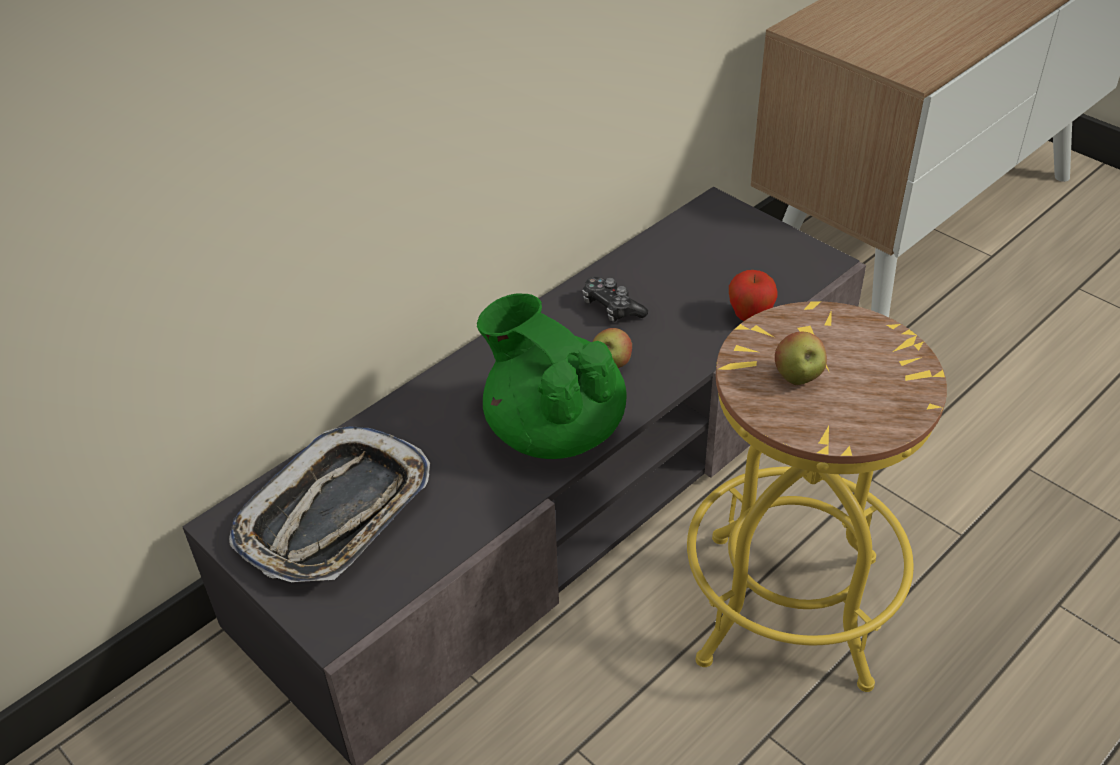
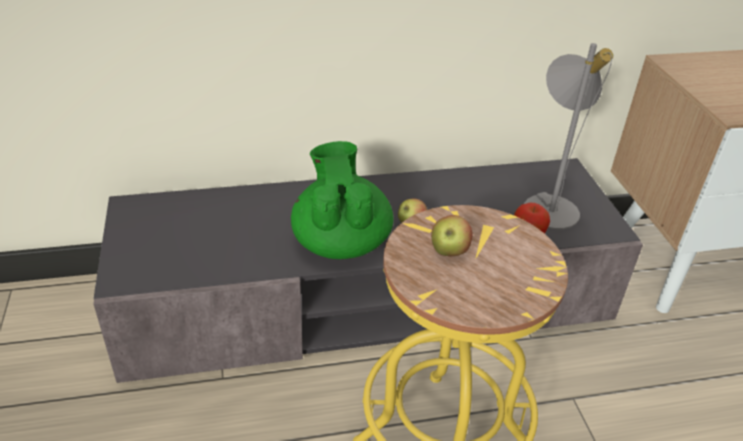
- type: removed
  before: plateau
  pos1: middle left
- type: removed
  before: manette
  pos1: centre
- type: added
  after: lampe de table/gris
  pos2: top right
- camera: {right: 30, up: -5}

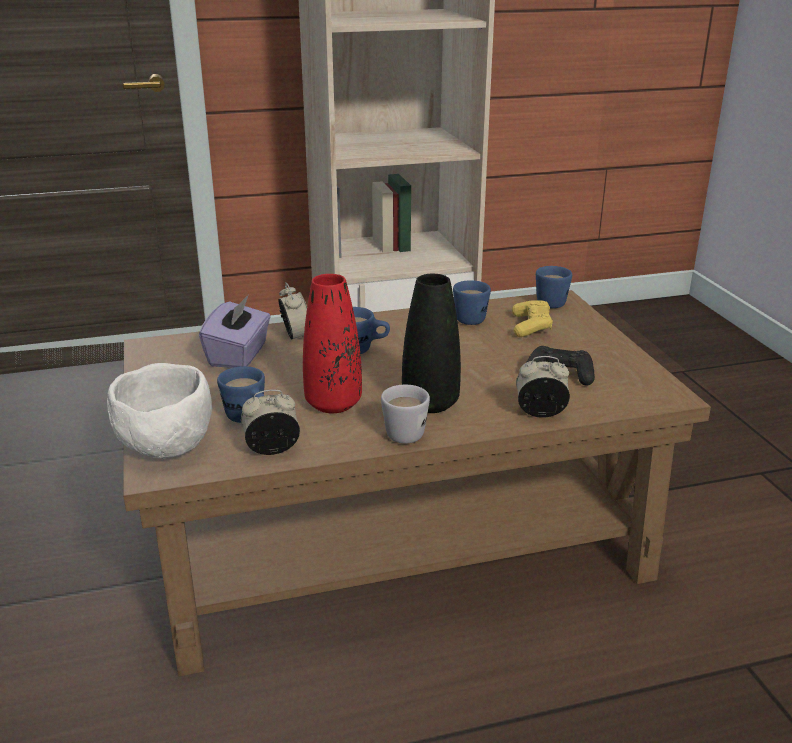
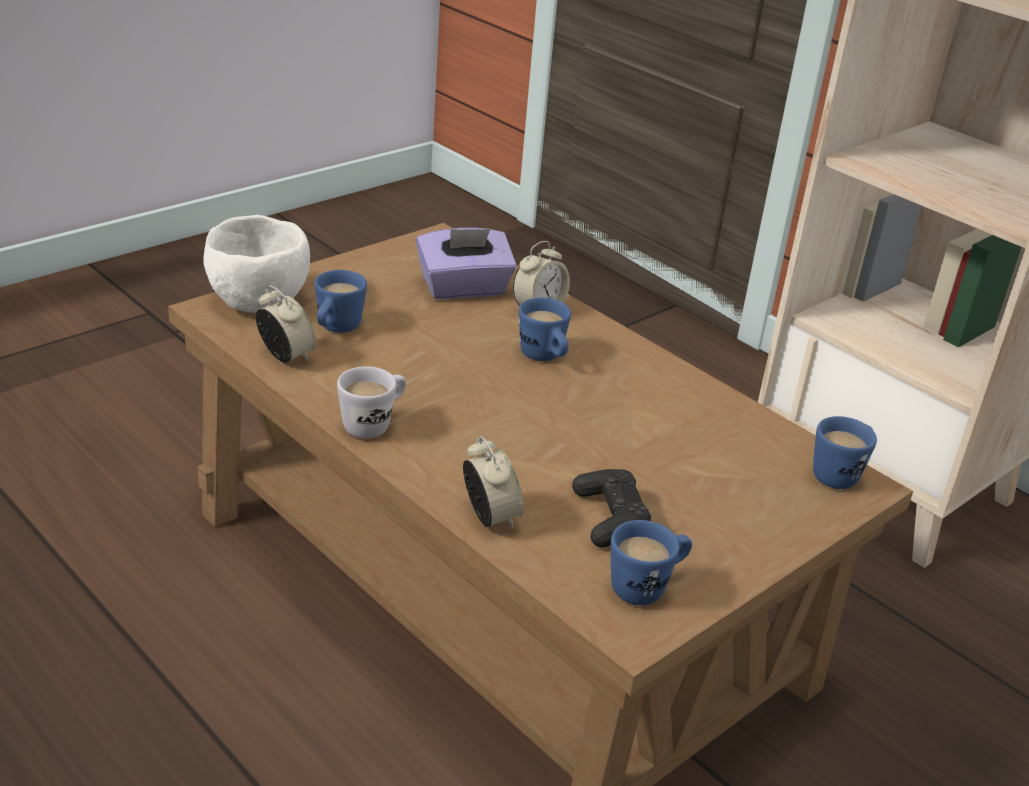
- type: removed
  before: vase/rouge
  pos1: centre
- type: removed
  before: vase/noir
  pos1: centre
- type: moved
  before: mug/bleu (3rd from left)
  pos1: centre
  pos2: bottom centre
- type: removed
  before: manette/jaune
  pos1: middle right
- camera: {right: 60, up: 5}

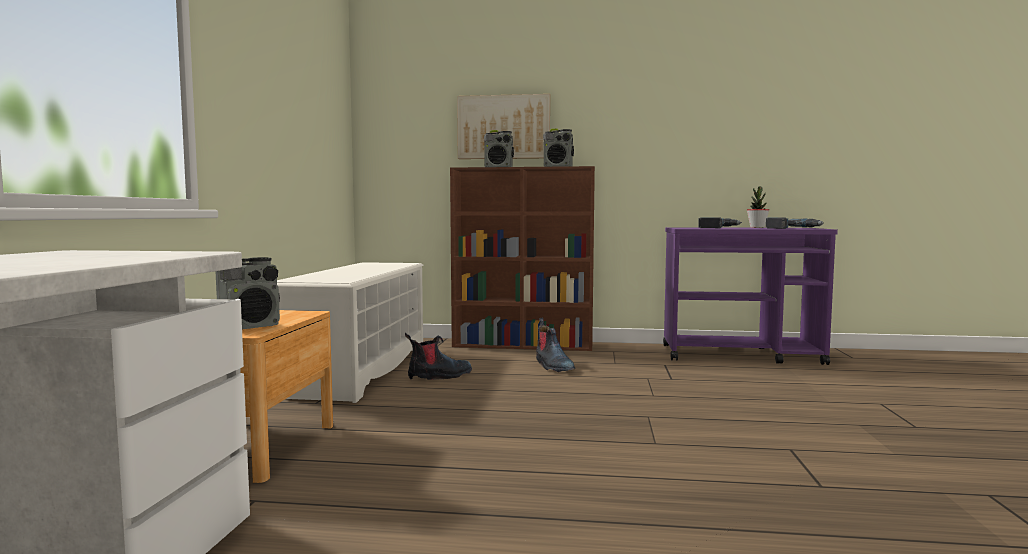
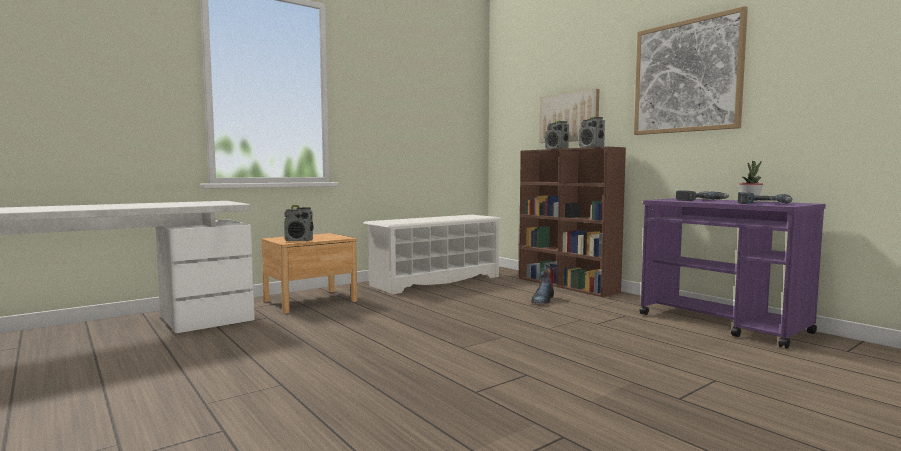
- type: removed
  before: botte (1st from left)
  pos1: centre
- type: added
  after: tableau (2nd from left)
  pos2: top right
- camera: {right: 45, up: 0}

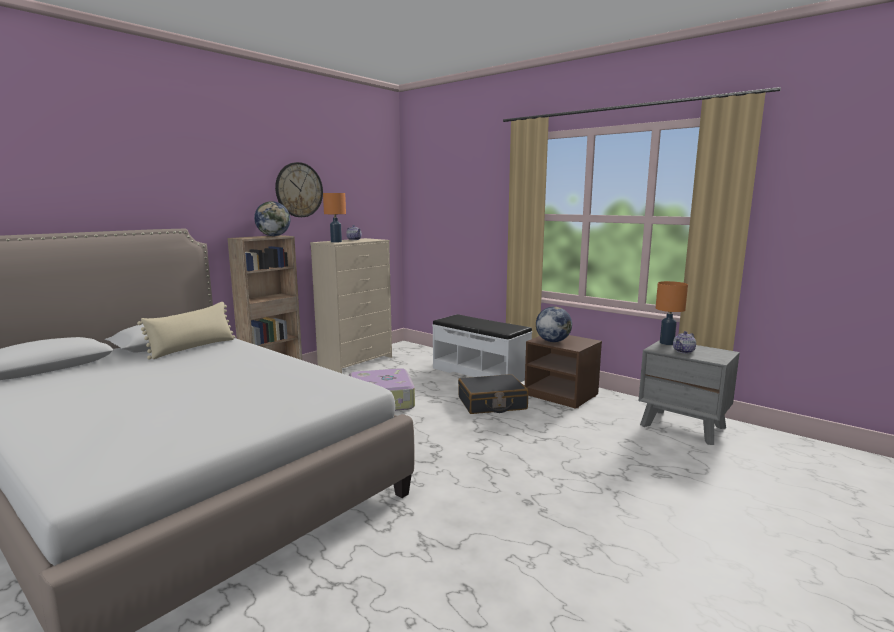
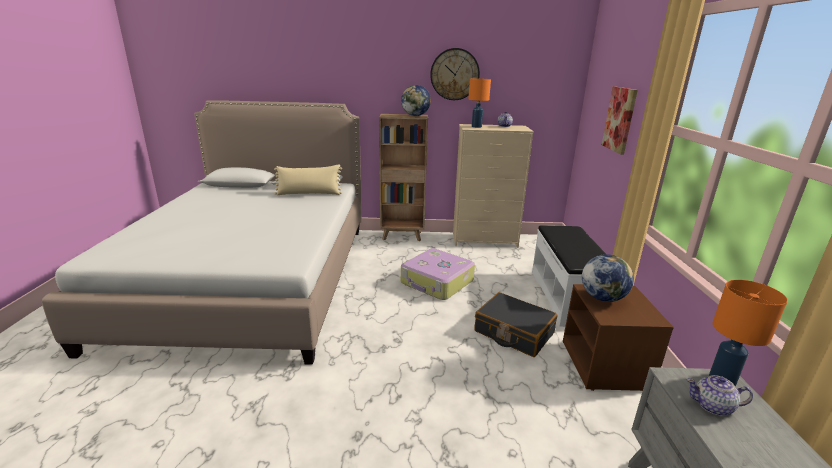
- type: added
  after: tableau
  pos2: top right
- camera: {right: 50, up: 10}

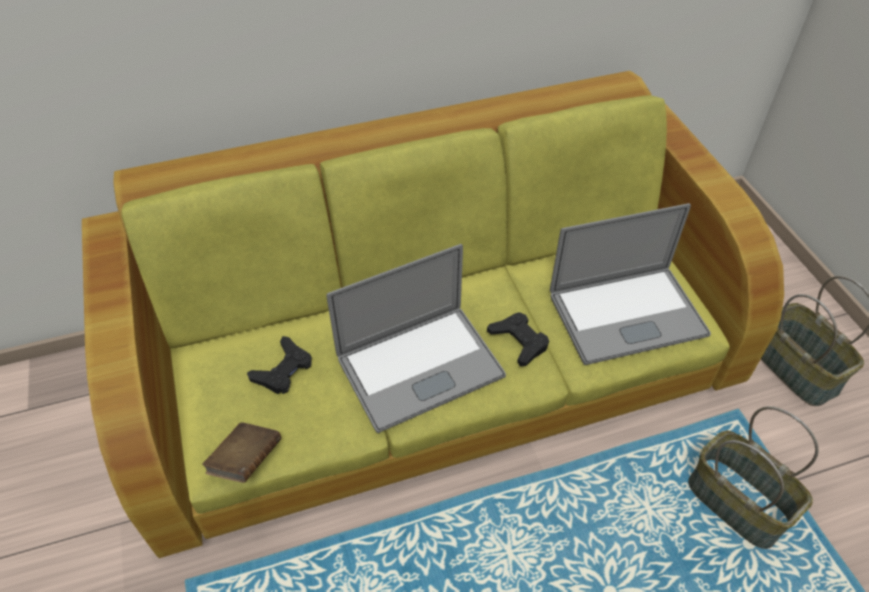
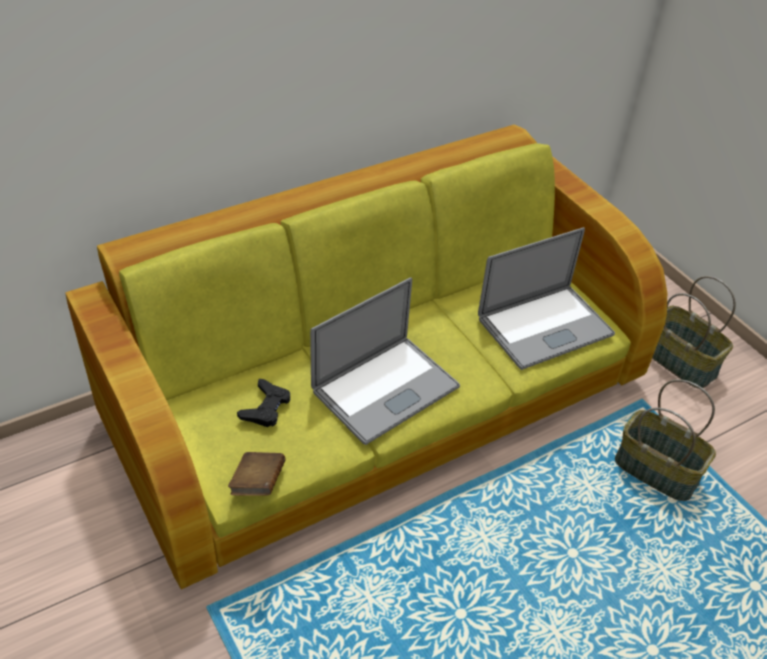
- type: removed
  before: manette/noir (2nd from left)
  pos1: centre
- camera: {right: -15, up: -5}

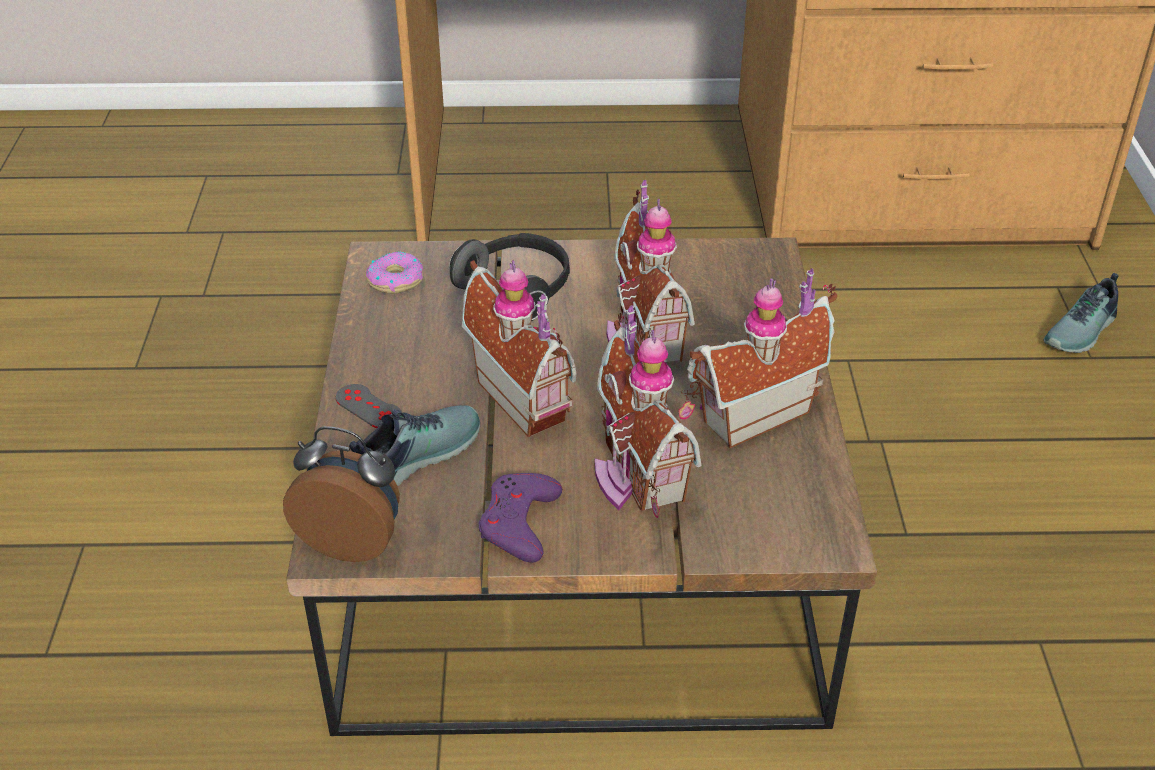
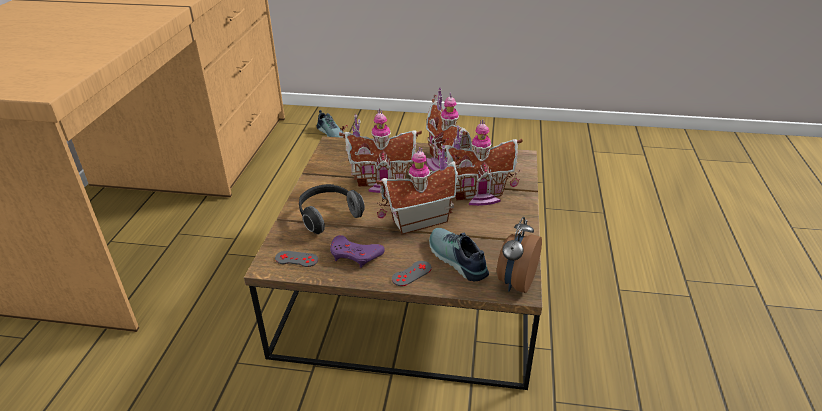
- type: replaced
  before: beignet
  after: manette/gris (1st from left)
  pos1: centre
  pos2: centre
- type: moved
  before: manette/violet
  pos1: bottom centre
  pos2: centre
- camera: {right: -80, up: -5}

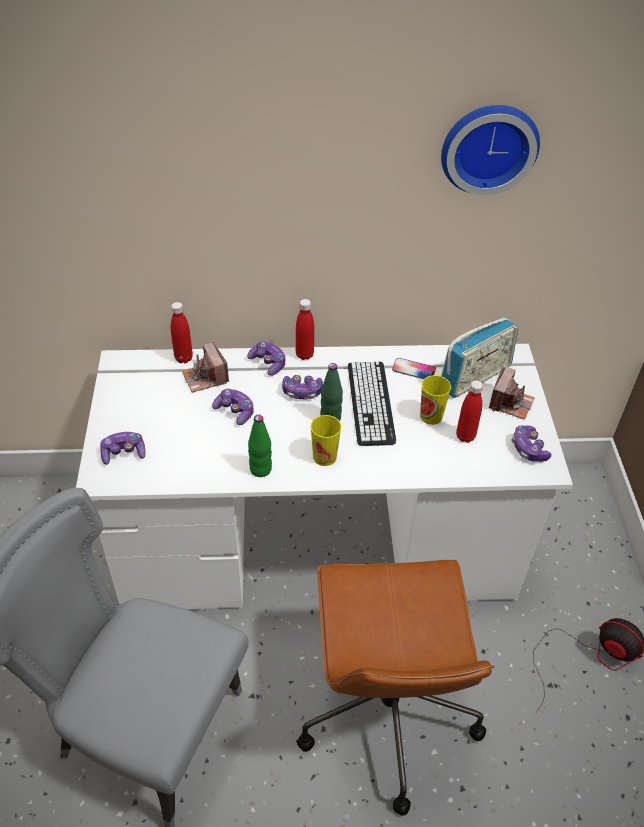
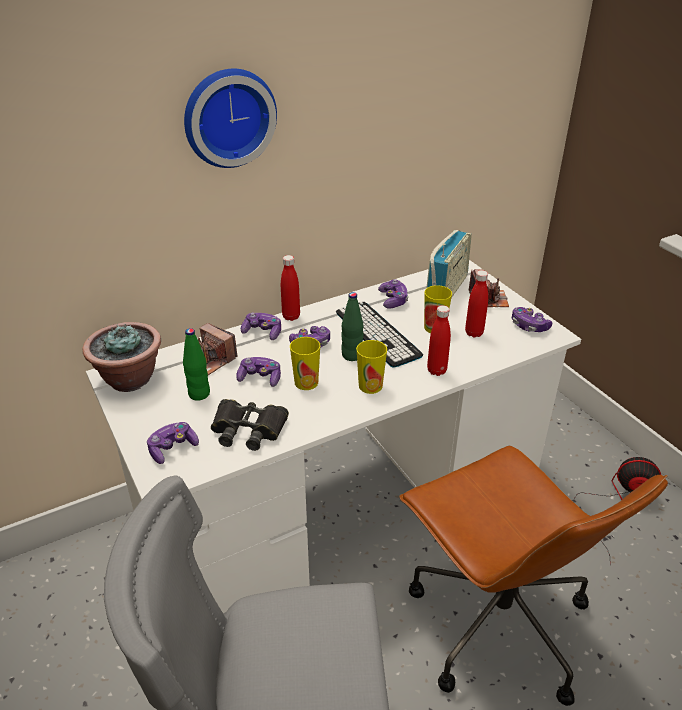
- type: moved
  before: bouteille/rouge (1st from left in the first image)
  after: bouteille/rouge (2nd from left)
  pos1: middle left
  pos2: centre
- type: moved
  before: bouteille/vert (1st from left)
  pos1: centre
  pos2: middle left
- type: replaced
  before: téléphone
  after: manette (5th from left)
  pos1: centre
  pos2: centre
- type: moved
  before: horloge murale
  pos1: top right
  pos2: top centre
- type: added
  after: plante en pot
  pos2: middle left
- type: added
  after: jumelles/noir
  pos2: centre
- type: added
  after: tasse (1st from left)
  pos2: centre
- camera: {right: -25, up: -10}

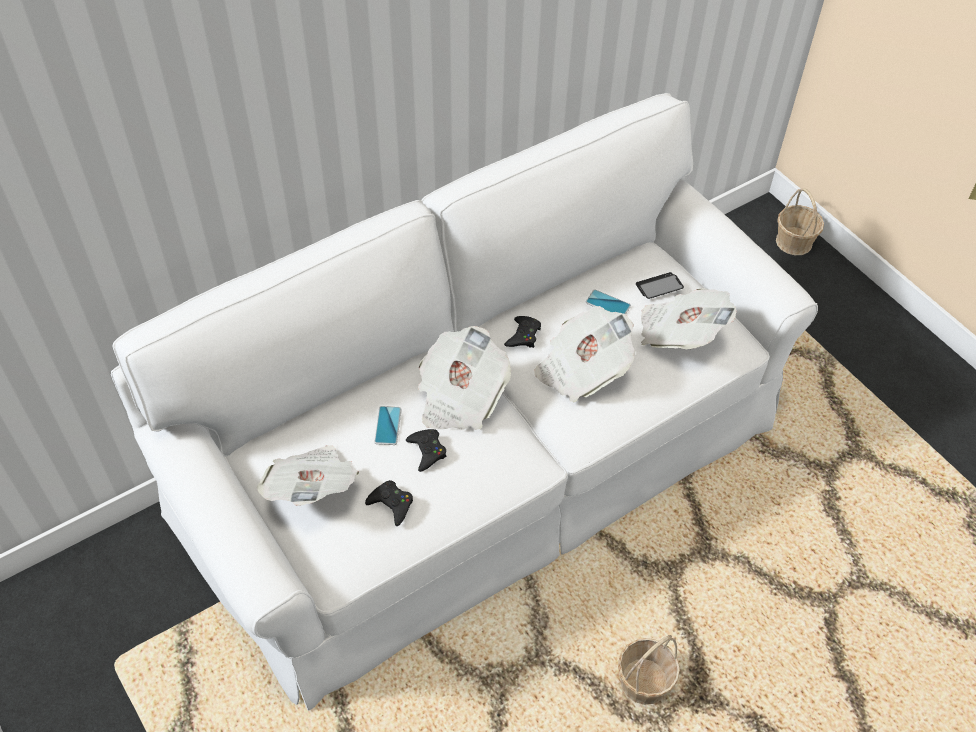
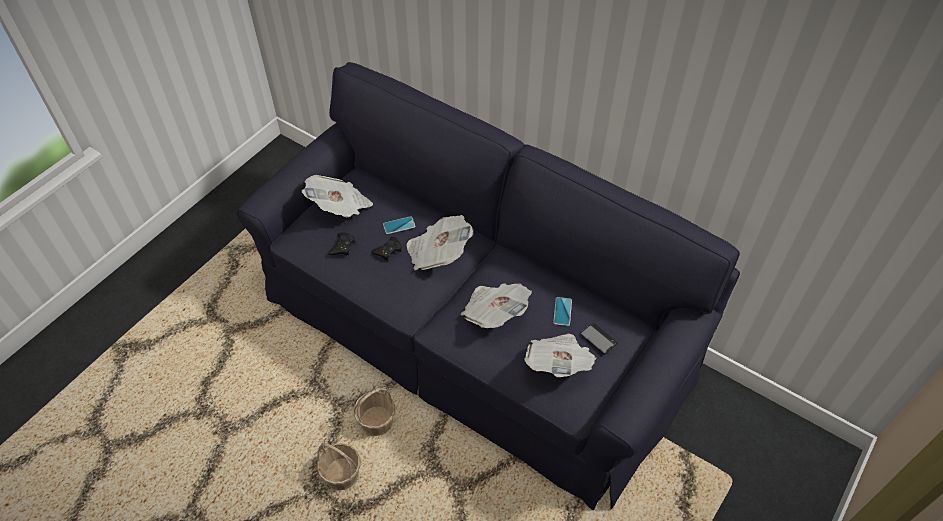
- type: recoloured
  before: canapé/blanc
  after: canapé/noir
  pos1: centre
  pos2: centre
- type: removed
  before: manette/noir (3rd from left)
  pos1: centre
- type: moved
  before: panier (2nd from left)
  pos1: top right
  pos2: bottom centre
- camera: {right: 70, up: 0}

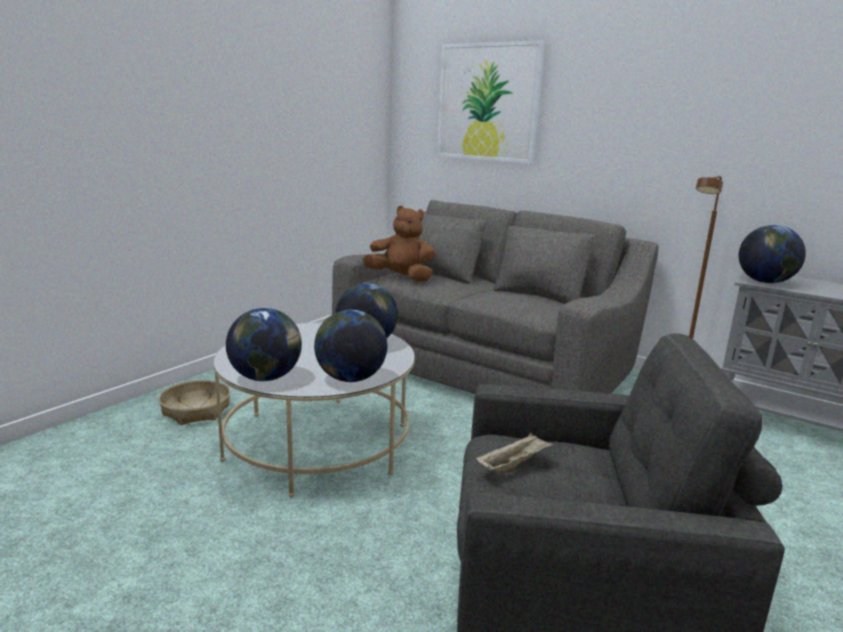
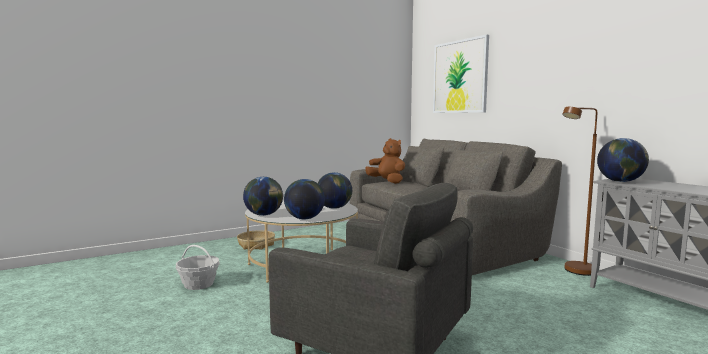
- type: removed
  before: plateau/beige
  pos1: bottom centre
- type: added
  after: panier (1st from left)
  pos2: bottom left
- camera: {right: 25, up: -10}

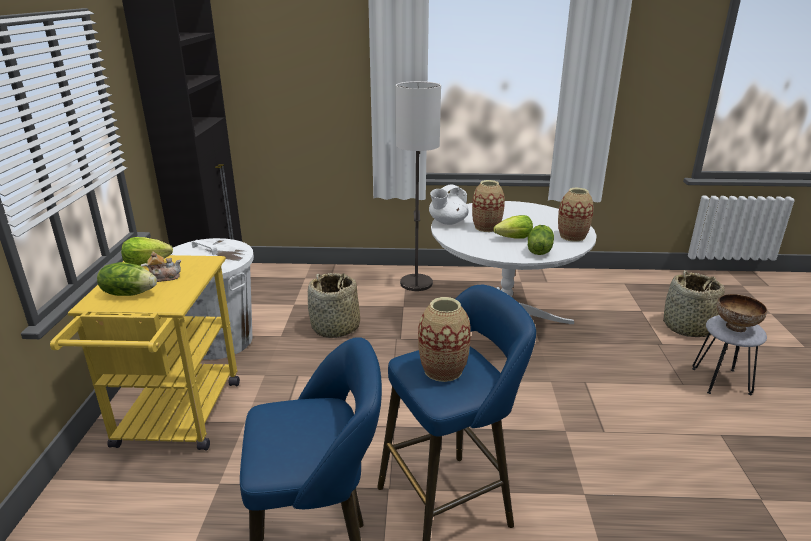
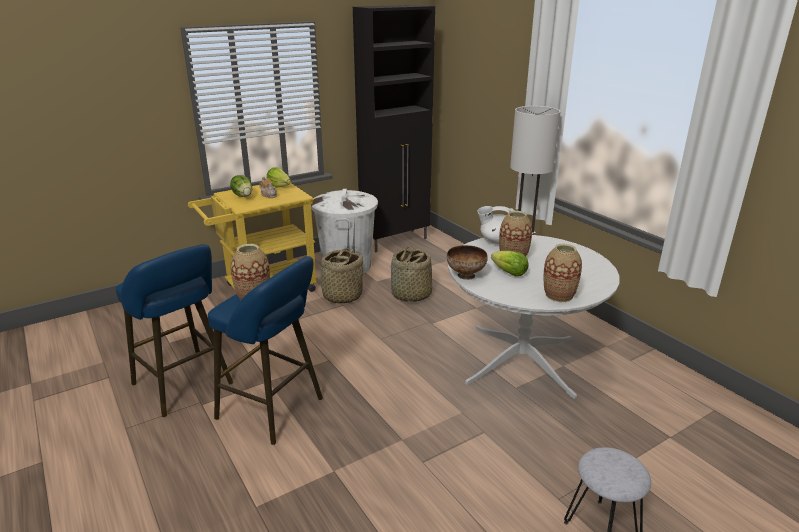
- type: removed
  before: laitue (4th from left)
  pos1: middle right
- type: moved
  before: panier (2nd from left in the first image)
  after: panier (1st from left)
  pos1: middle right
  pos2: centre
- type: moved
  before: bol
  pos1: middle right
  pos2: centre
- camera: {right: 55, up: 0}

